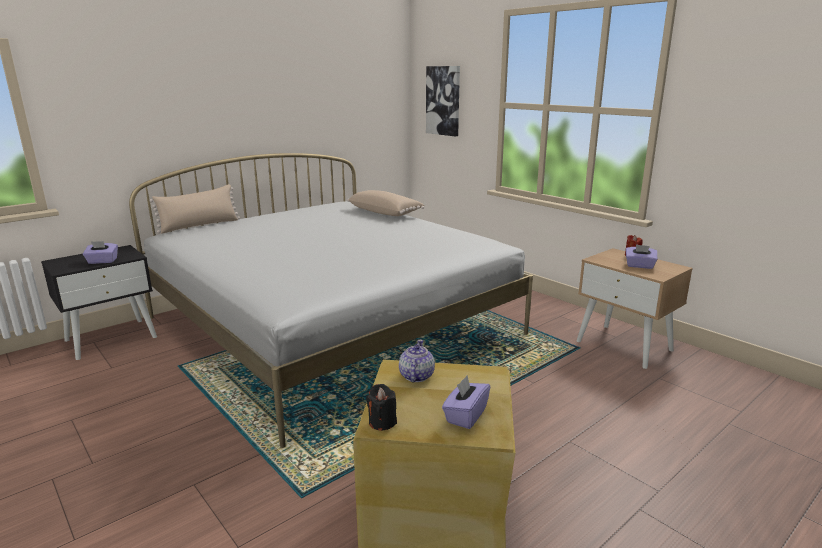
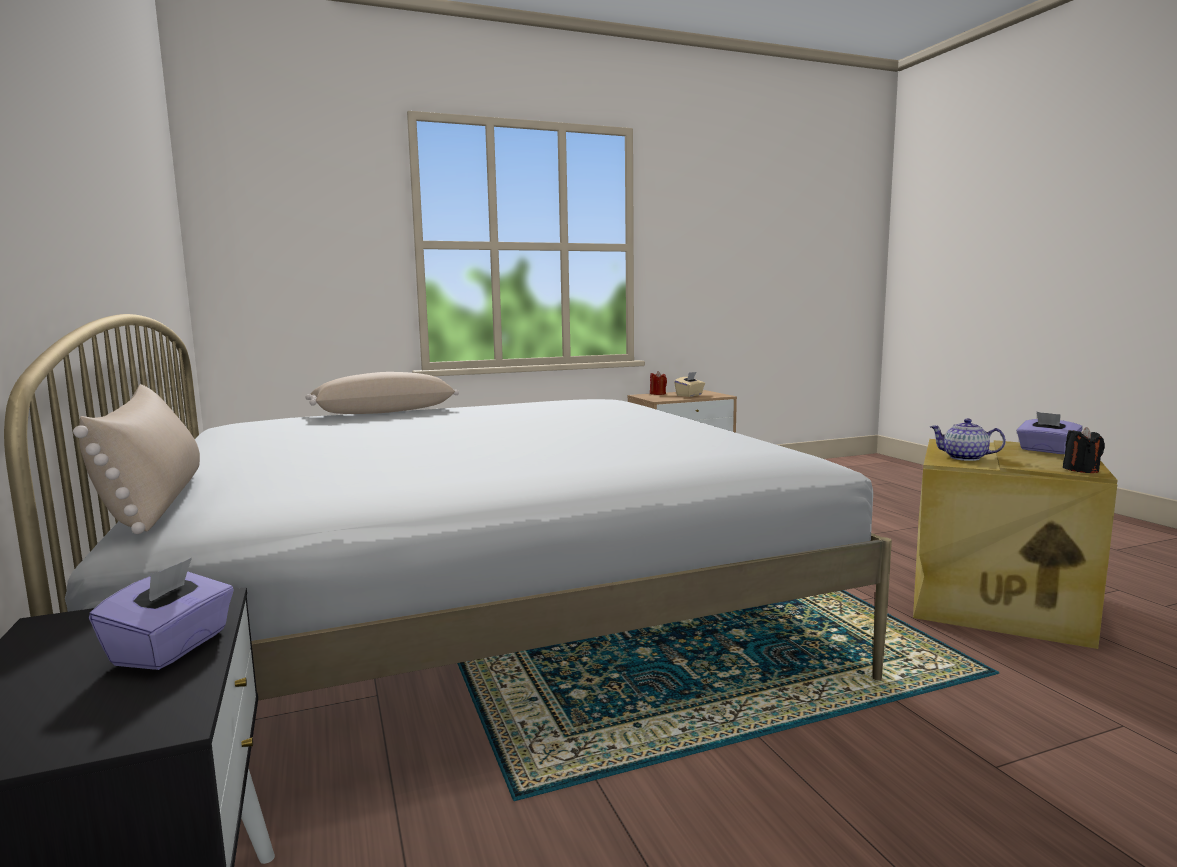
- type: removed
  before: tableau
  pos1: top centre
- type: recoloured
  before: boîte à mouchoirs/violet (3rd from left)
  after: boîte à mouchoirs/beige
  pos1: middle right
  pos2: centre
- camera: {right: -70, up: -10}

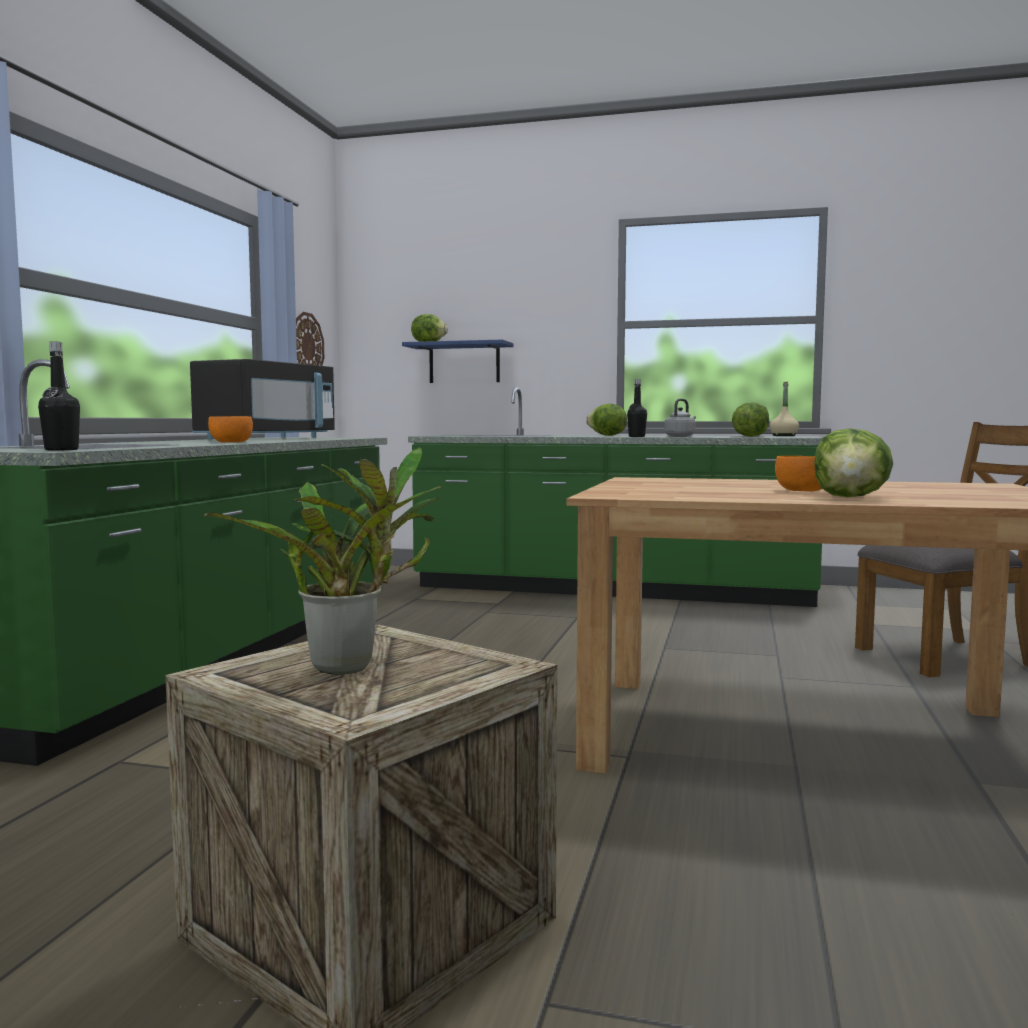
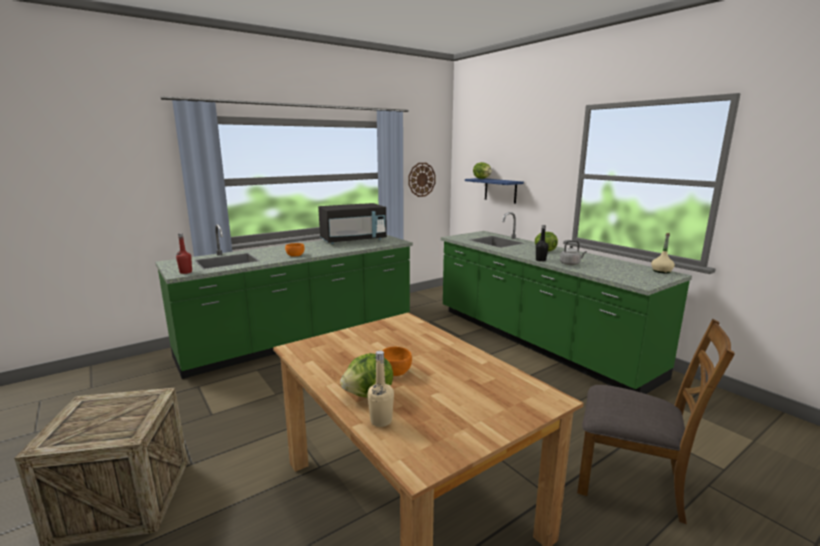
- type: recoloured
  before: bouteille/noir (1st from left)
  after: bouteille/rouge
  pos1: middle left
  pos2: middle left
- type: removed
  before: plante en pot
  pos1: middle left
- type: removed
  before: laitue (3rd from left)
  pos1: middle right
- type: added
  after: bouteille/beige (1st from left)
  pos2: bottom centre
- camera: {right: 40, up: 10}

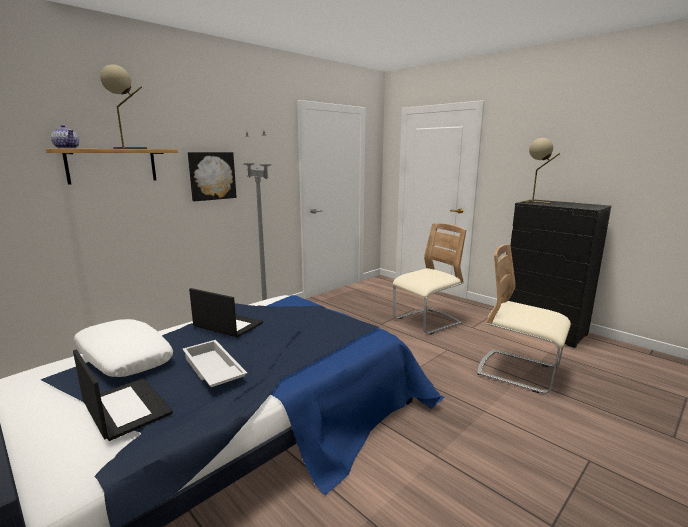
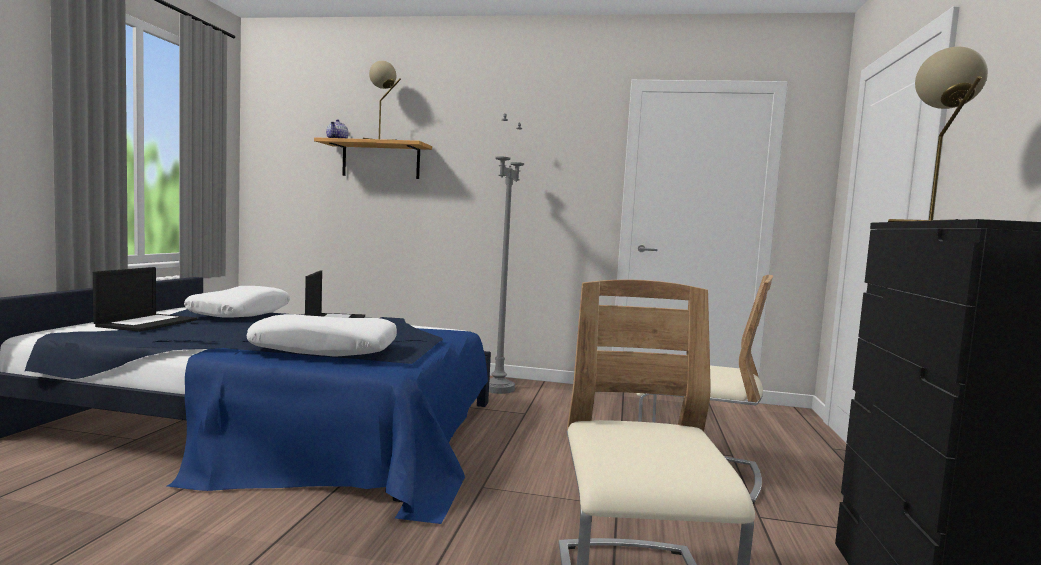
- type: removed
  before: plateau/blanc
  pos1: bottom left
- type: removed
  before: tableau
  pos1: middle left
- type: added
  after: coussin/blanc (2nd from left)
  pos2: middle left
- camera: {right: 55, up: -10}

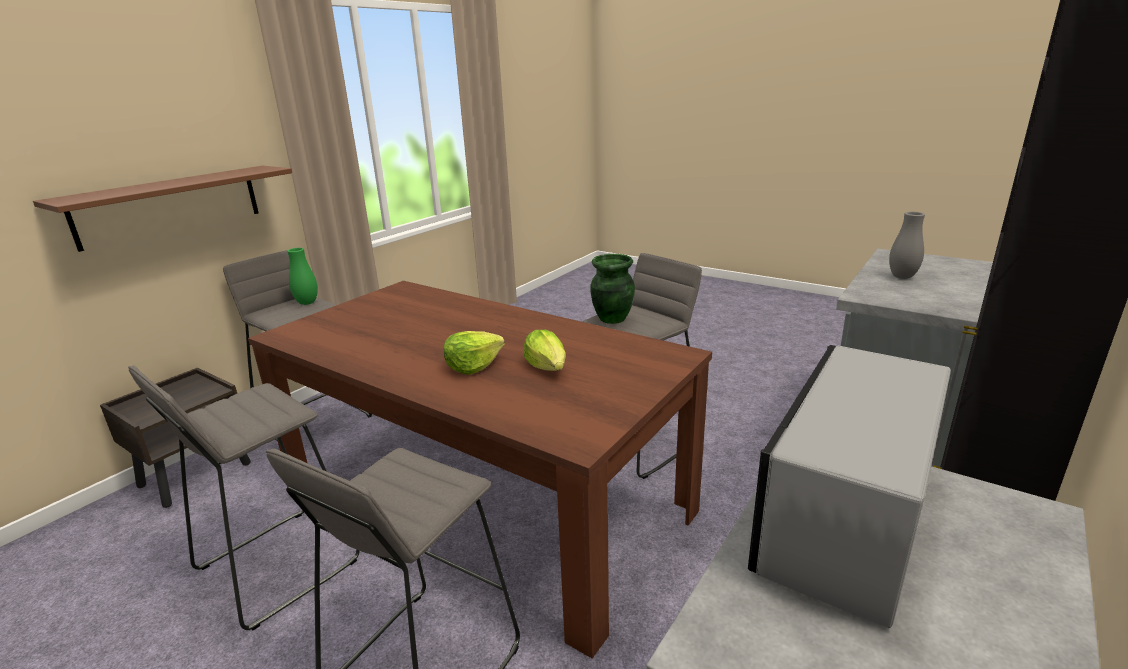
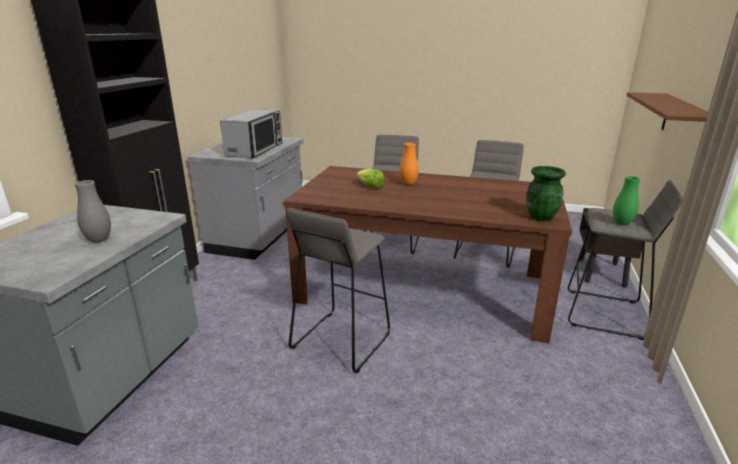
- type: replaced
  before: laitue (1st from left)
  after: vase/orange
  pos1: centre
  pos2: centre
- type: moved
  before: vase/vert (2nd from left in the first image)
  after: vase/vert (1st from left)
  pos1: centre
  pos2: middle right
- camera: {right: 160, up: 0}

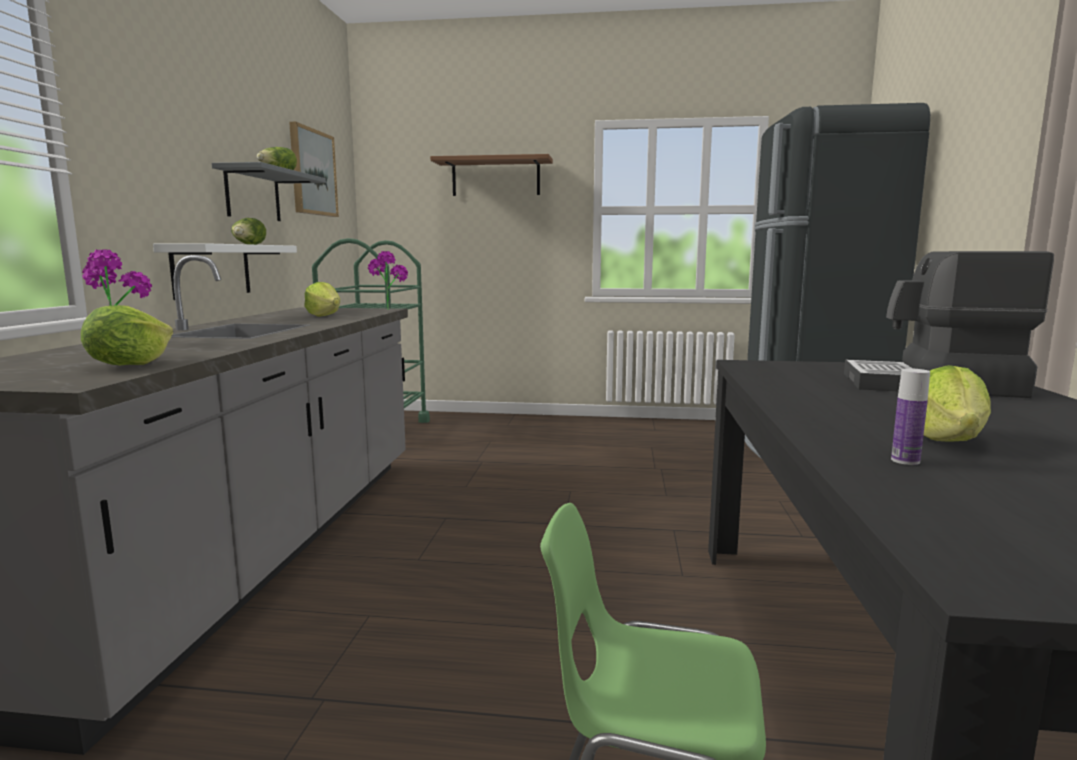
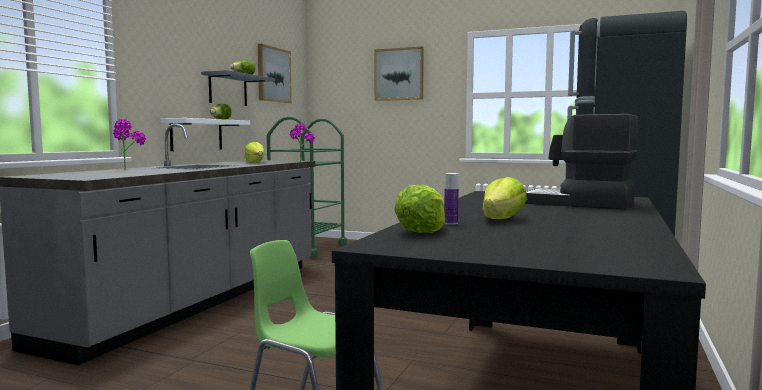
- type: moved
  before: laitue (1st from left in the first image)
  after: laitue (4th from left)
  pos1: middle left
  pos2: centre
- type: replaced
  before: étagère/marron
  after: tableau (2nd from left)
  pos1: top centre
  pos2: top centre
- camera: {right: 15, up: -5}

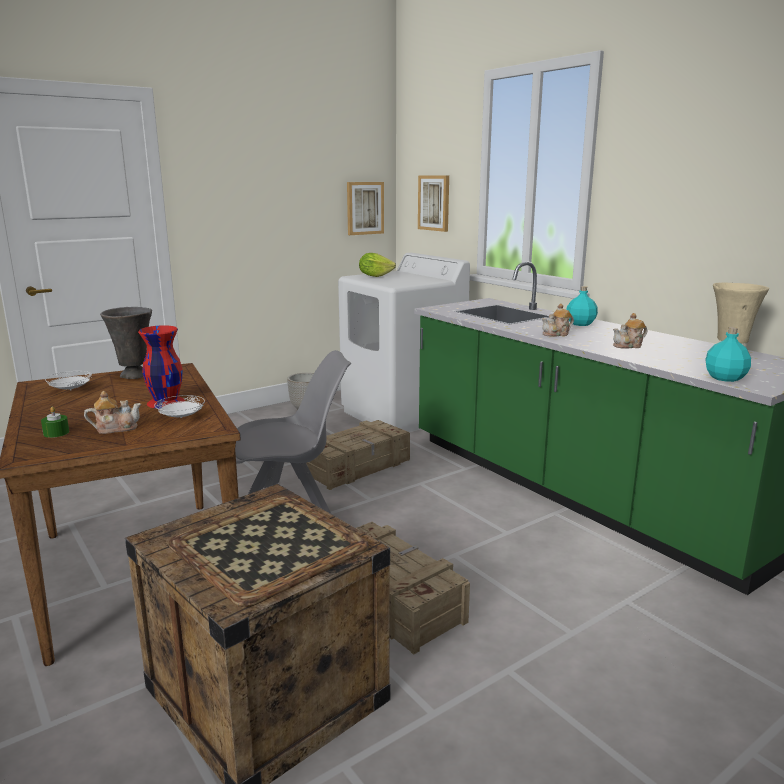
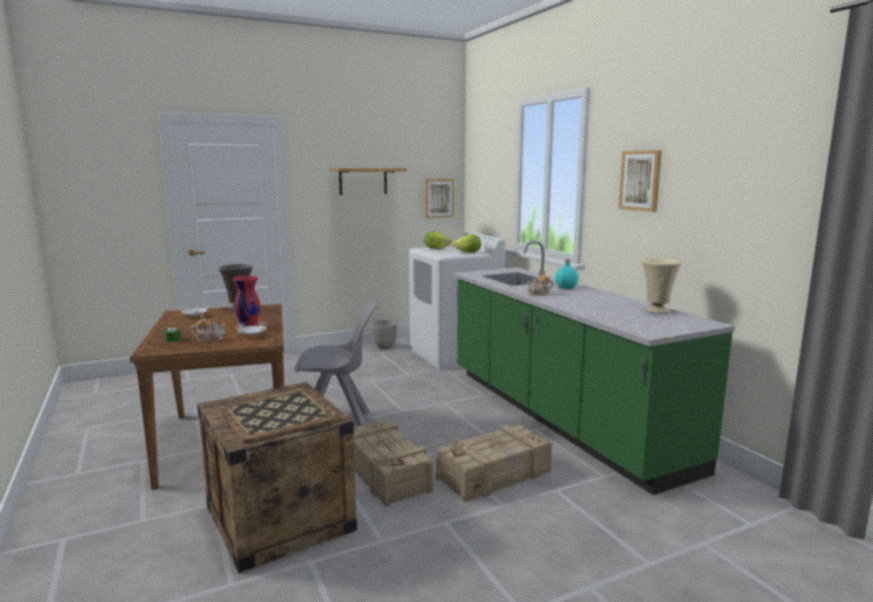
- type: moved
  before: caisse (2nd from left in the first image)
  after: caisse (3rd from left)
  pos1: centre
  pos2: bottom centre
- type: moved
  before: tableau (2nd from left)
  pos1: top centre
  pos2: top right
- type: removed
  before: théière (3rd from left)
  pos1: middle right
- type: removed
  before: bouteille/turquoise (2nd from left)
  pos1: middle right
- type: added
  after: étagère
  pos2: top centre
- type: added
  after: laitue (2nd from left)
  pos2: centre
- camera: {right: 10, up: -5}

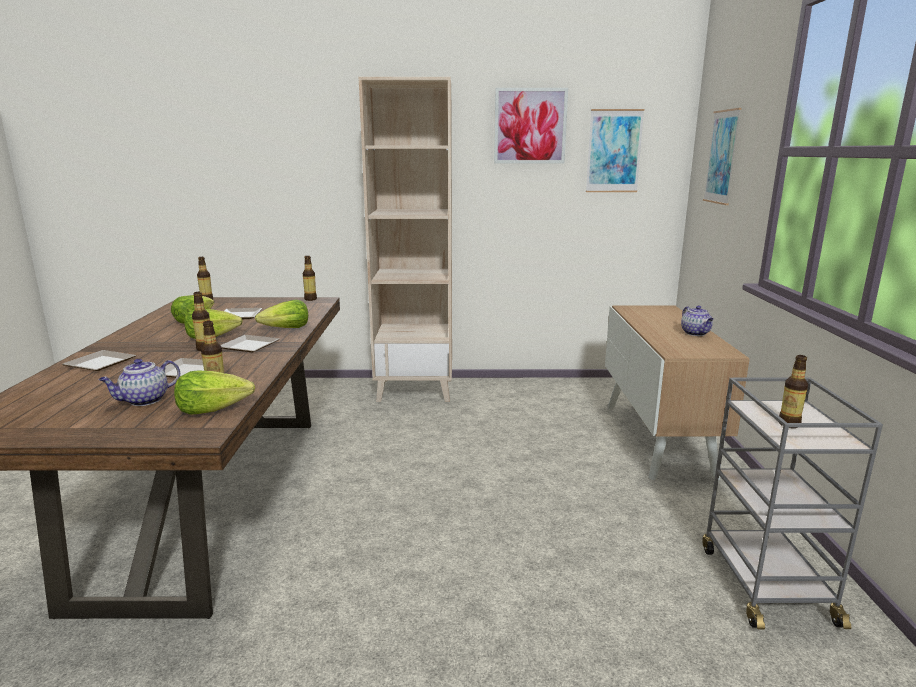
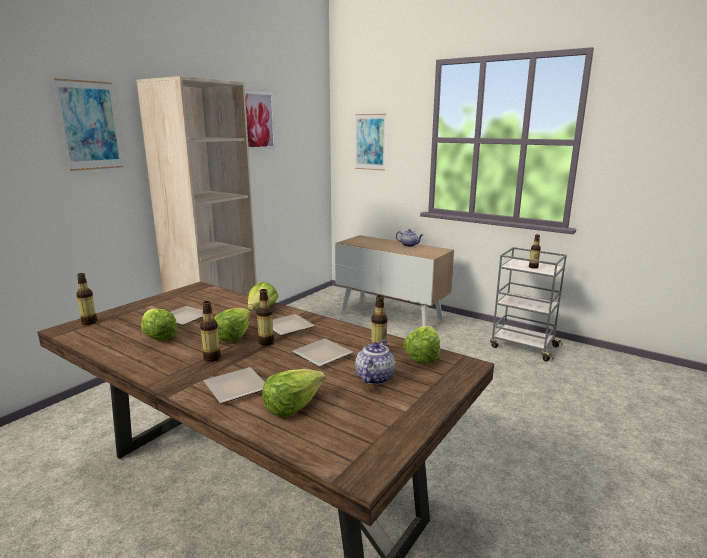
- type: turned
  before: théière (1st from left)
  pos1: middle left
  pos2: centre
  turn: -150
- type: moved
  before: bouteille (4th from left in the first image)
  after: bouteille (2nd from left)
  pos1: centre
  pos2: middle left
- type: moved
  before: tableau (2nd from left in the first image)
  after: tableau (1st from left)
  pos1: top right
  pos2: top left
- type: added
  after: laitue (4th from left)
  pos2: bottom centre
- camera: {right: -55, up: 0}

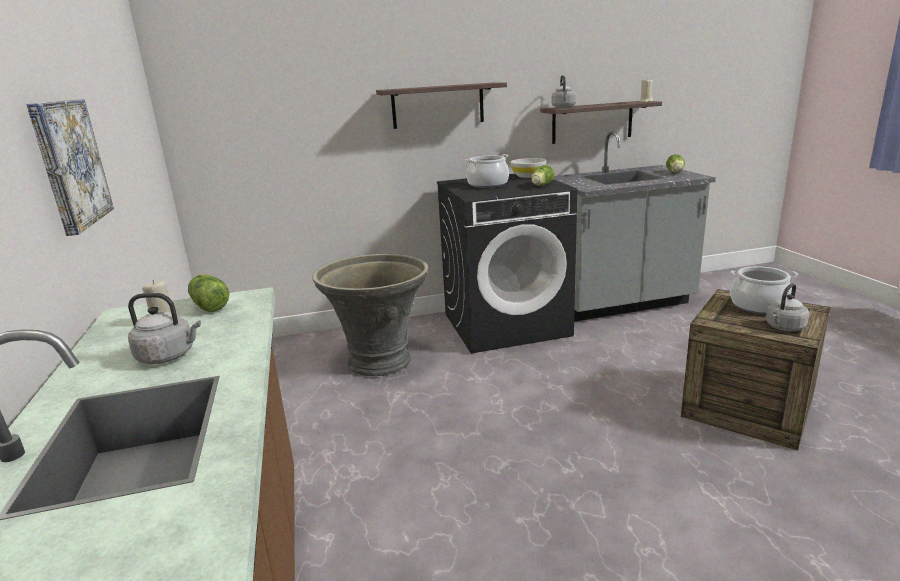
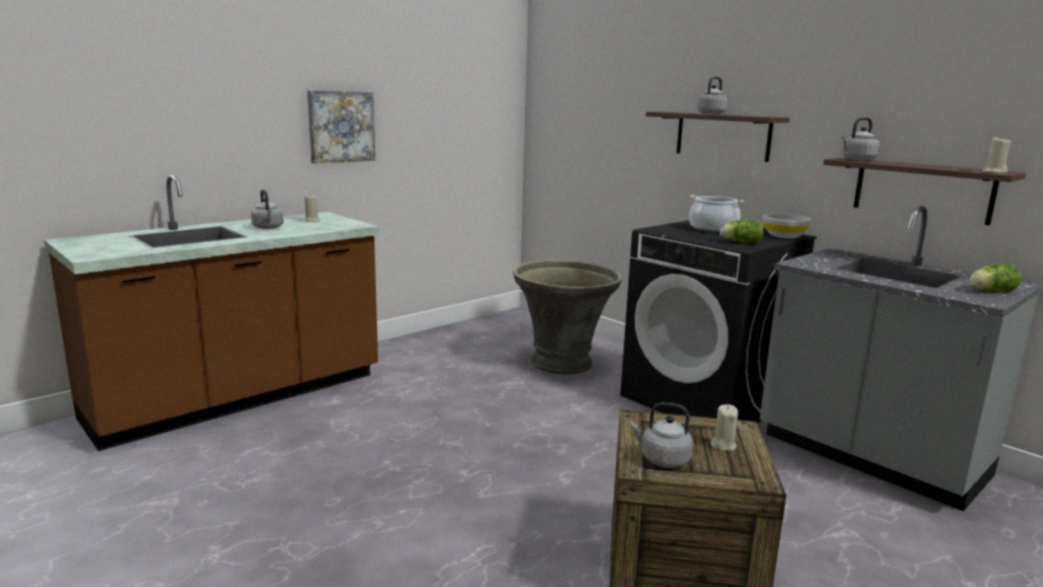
- type: removed
  before: laitue (1st from left)
  pos1: middle left
- type: replaced
  before: marmite (2nd from left)
  after: bougie/beige (2nd from left)
  pos1: middle right
  pos2: bottom right
- type: added
  after: bouilloire/gris (3rd from left)
  pos2: top right
- camera: {right: 60, up: -5}

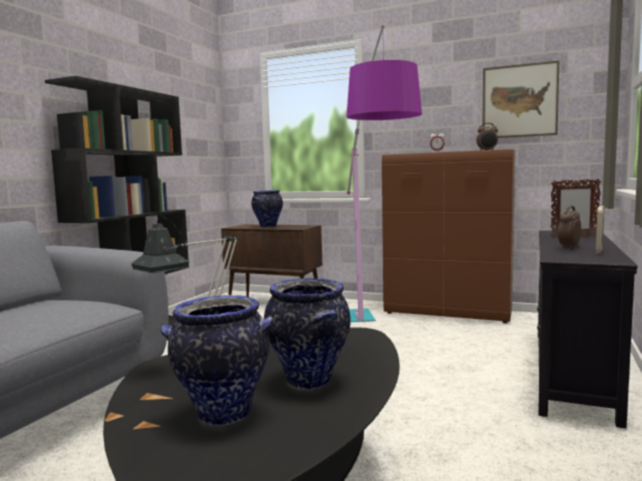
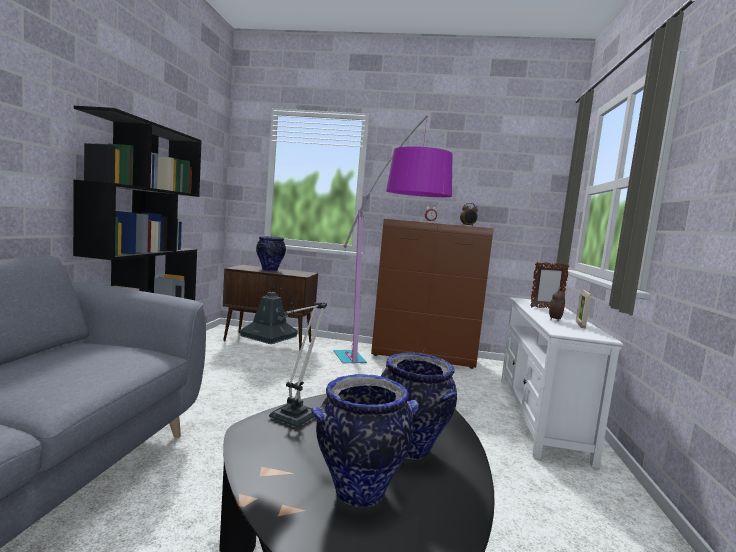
- type: removed
  before: tableau
  pos1: top right
- type: recoloured
  before: meuble télé/noir
  after: meuble télé/blanc
  pos1: bottom right
  pos2: bottom right
- camera: {right: -15, up: 0}

